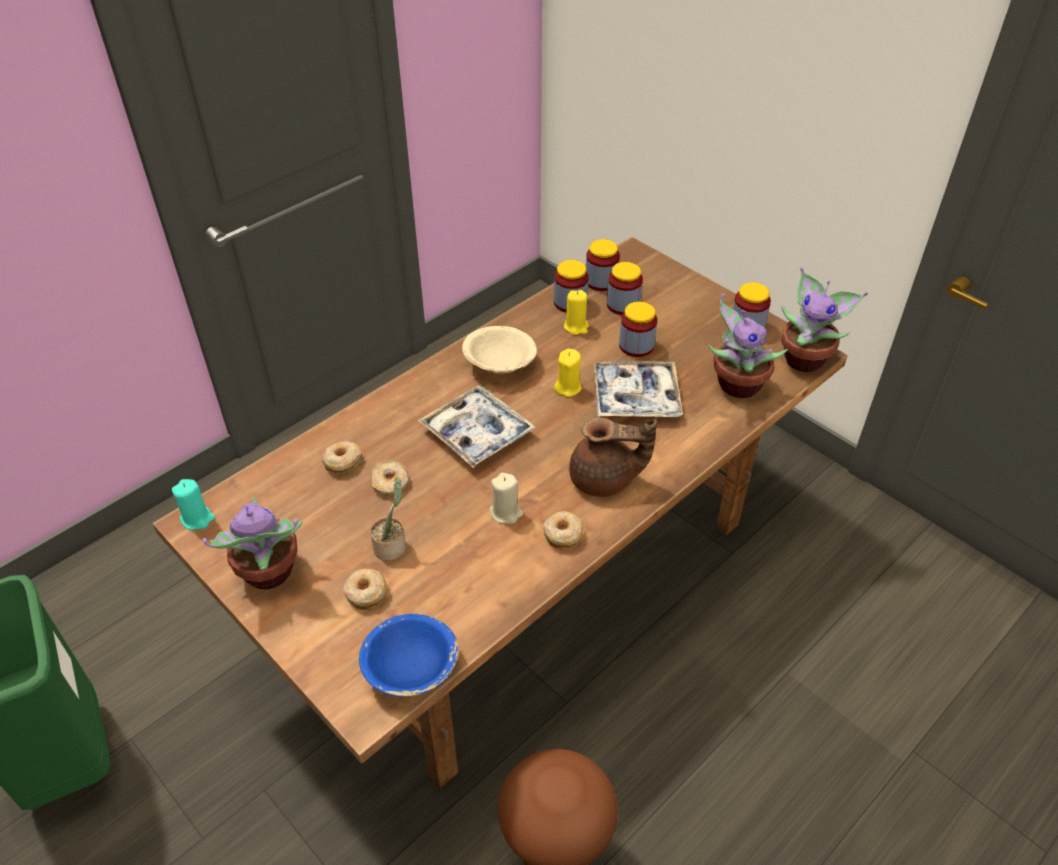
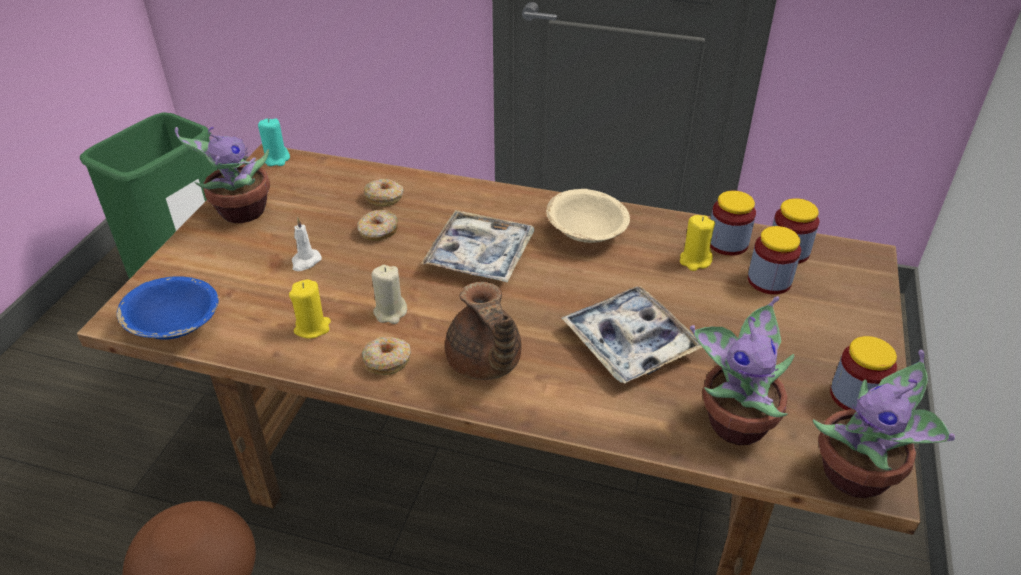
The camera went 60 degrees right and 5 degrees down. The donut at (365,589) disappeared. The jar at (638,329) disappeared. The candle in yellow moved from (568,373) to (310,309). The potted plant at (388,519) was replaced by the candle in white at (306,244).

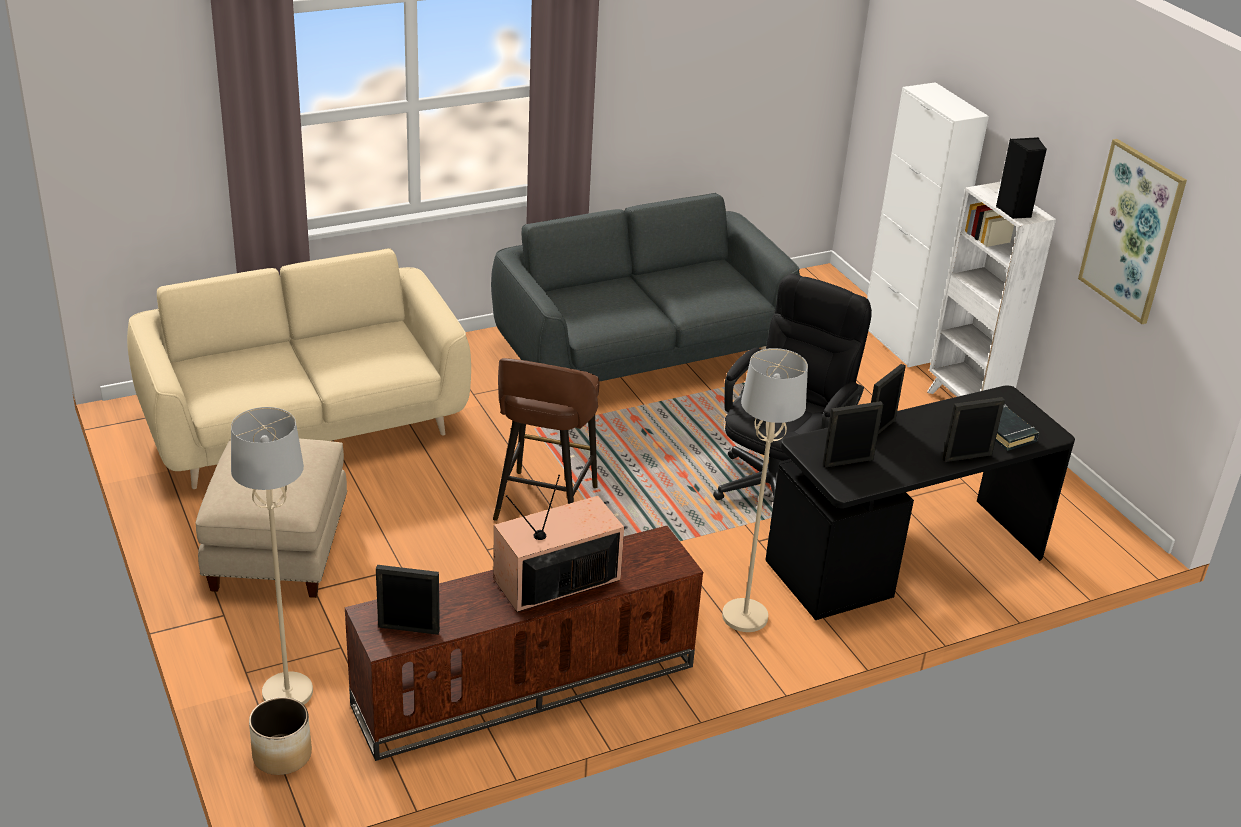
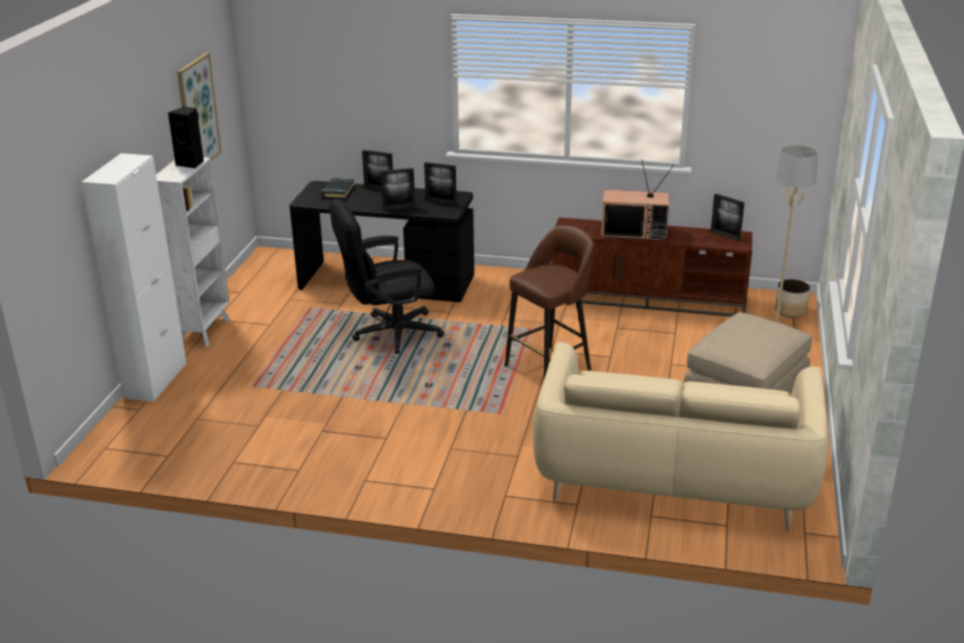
The camera went 140 degrees left and 5 degrees down. The sofa in grey at (645,287) disappeared. The floor lamp in beige at (765,490) disappeared.

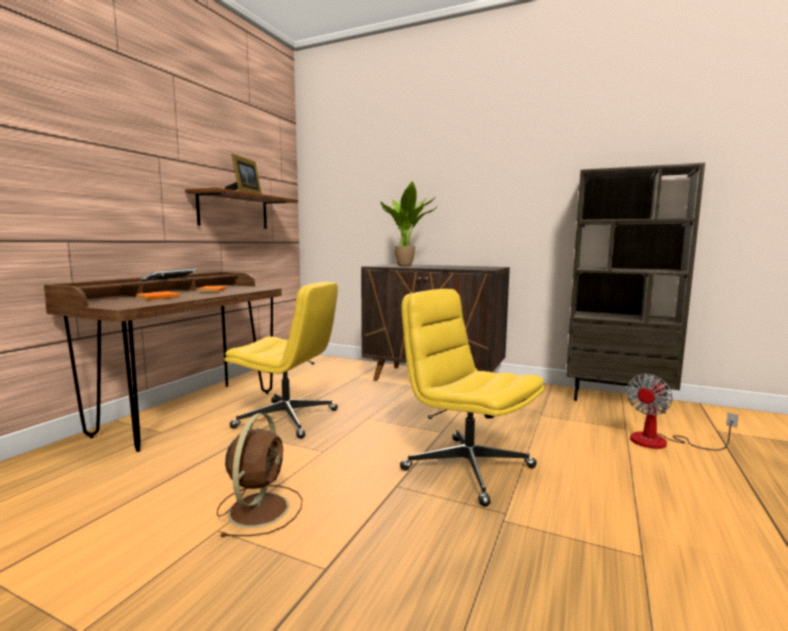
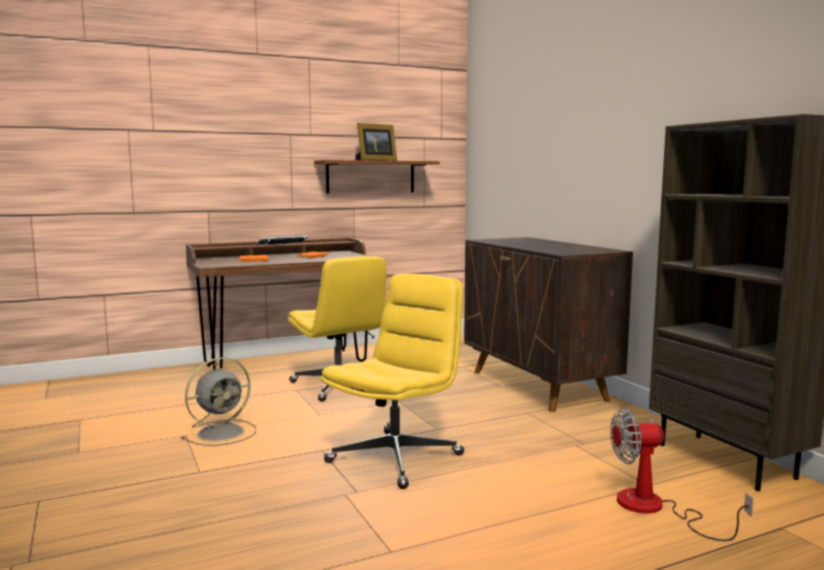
The camera went 40 degrees right and 0 degrees up. The potted plant at (408,224) disappeared. The fan in brown at (259,475) became the fan in grey at (218,402). The office chair in yellow at (472,398) turned 45 degrees clockwise.

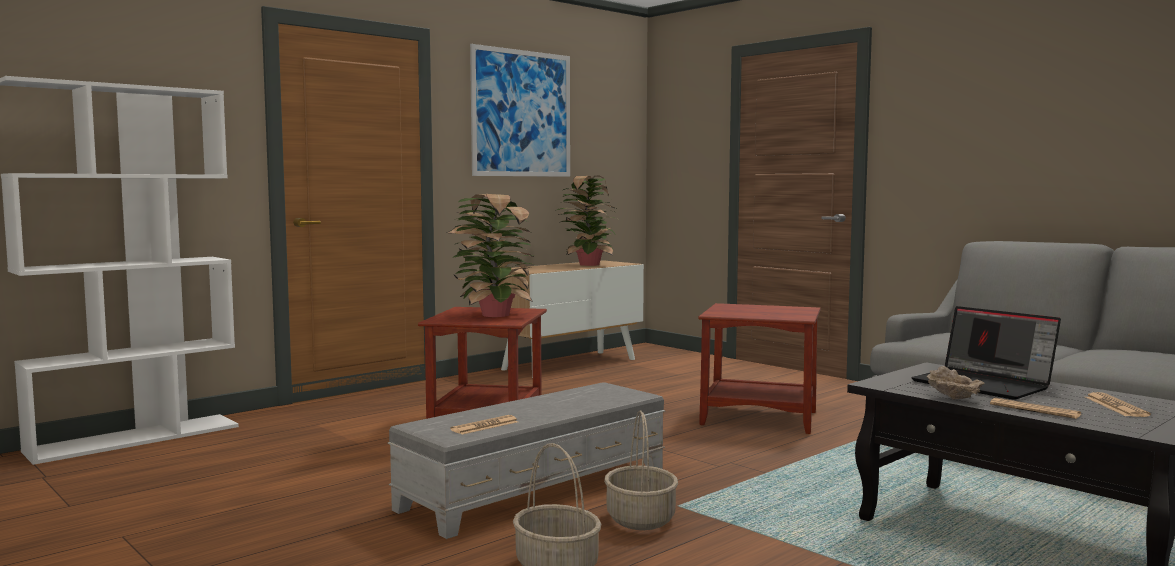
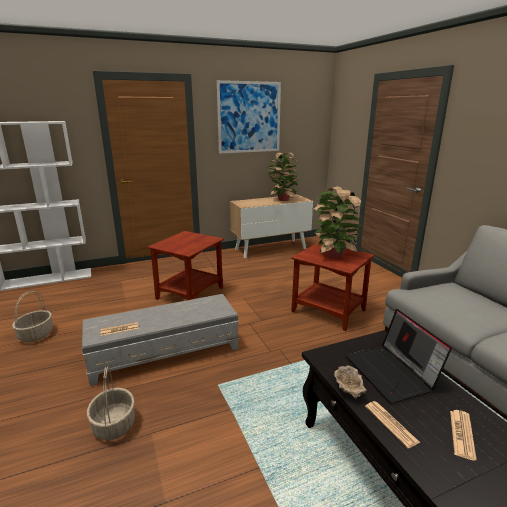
The camera went 20 degrees right and 15 degrees up. The potted plant moved from (490,255) to (337,222). The basket moved from (641,470) to (32,316).

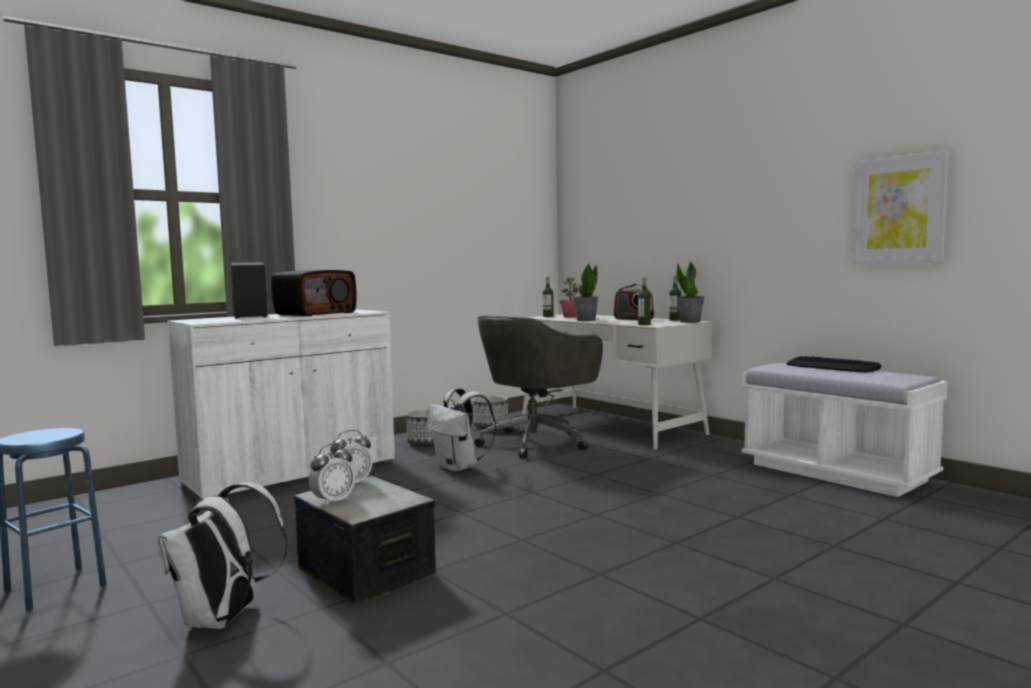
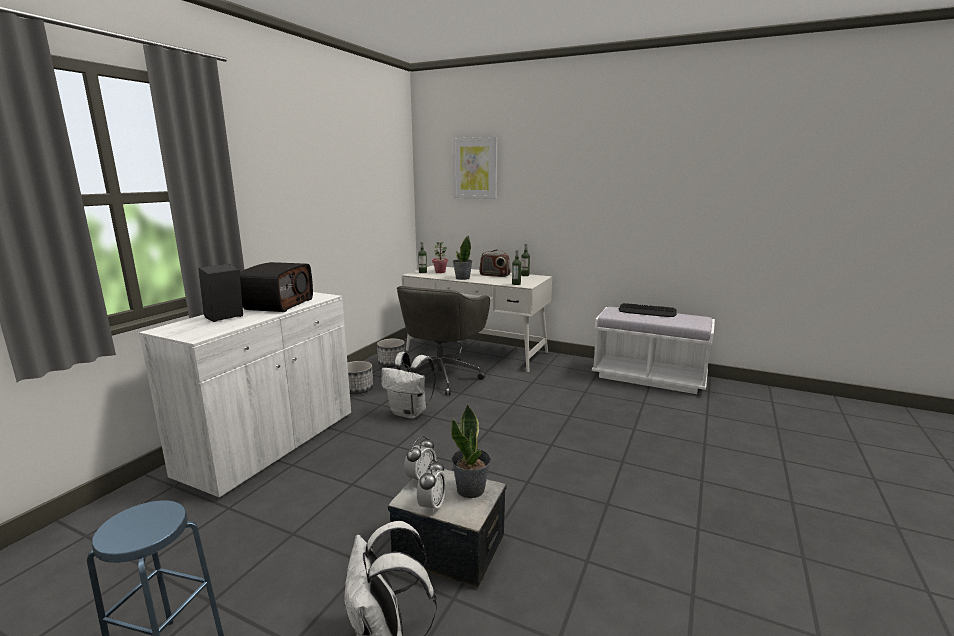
The camera went 25 degrees left and 10 degrees up. The potted plant moved from (690,292) to (471,451). The picture moved from (900,207) to (475,168).

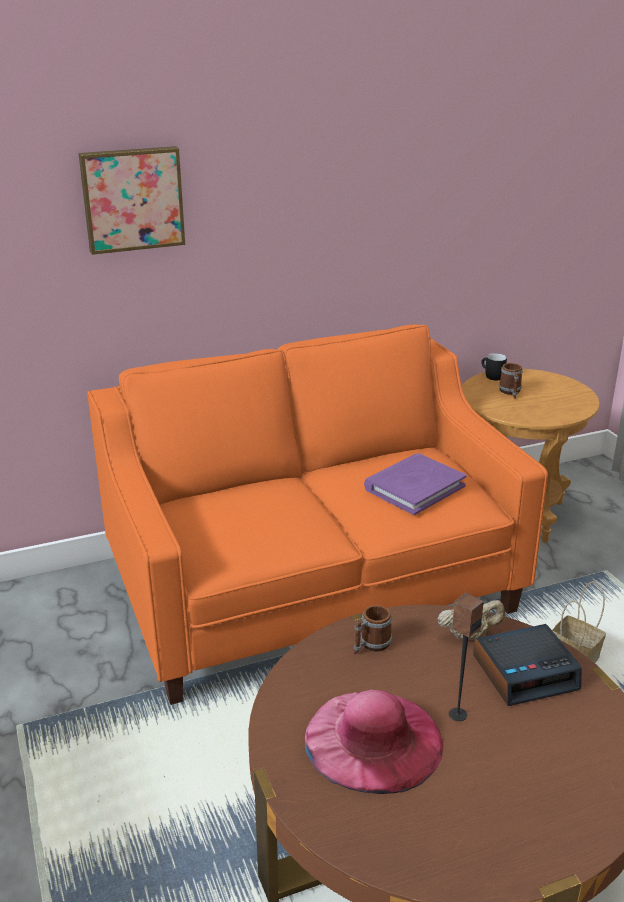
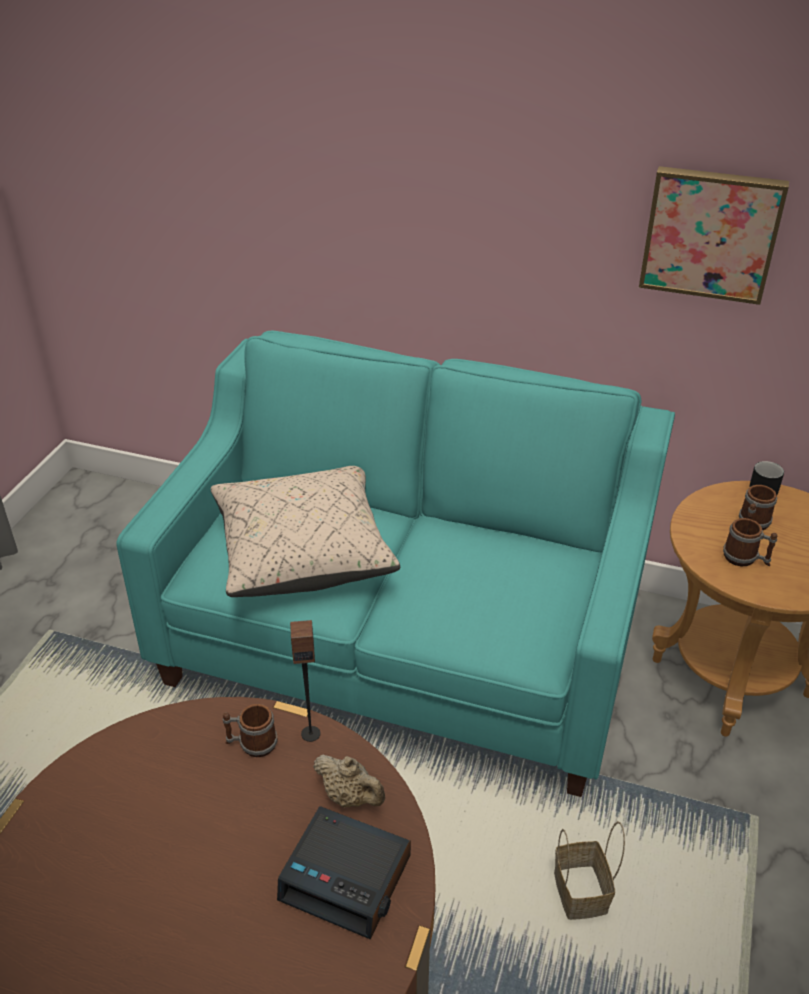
The camera went 40 degrees right and 10 degrees up. The hat in pink at (374,742) disappeared. The book in purple at (415,484) disappeared. The pillow in beige at (305,531) appeared. The mug at (750,542) appeared. The picture moved from (132,200) to (714,235). The speaker moved from (466,657) to (305,681). The sofa in orange at (317,515) became the sofa in turquoise at (396,564).

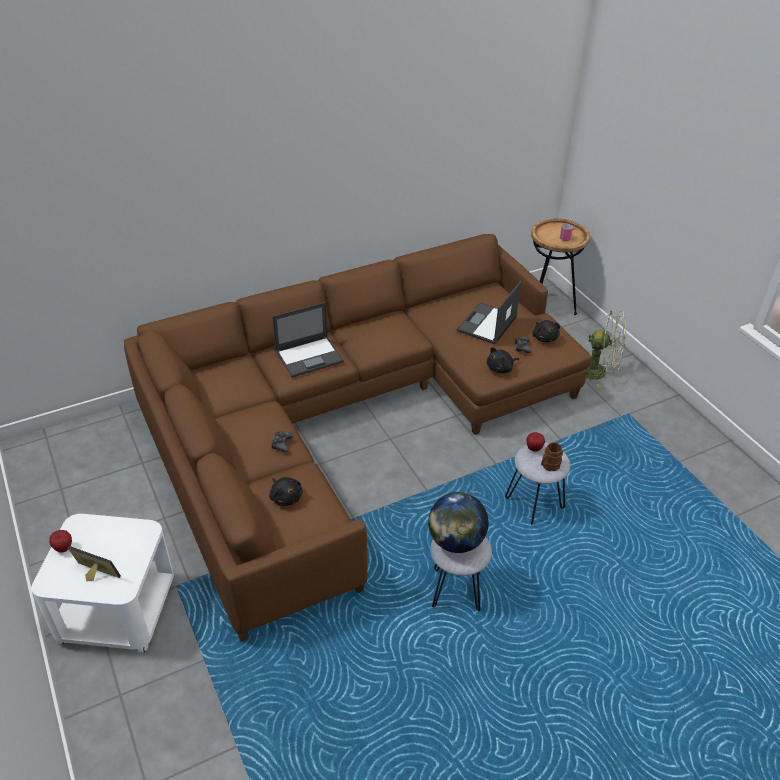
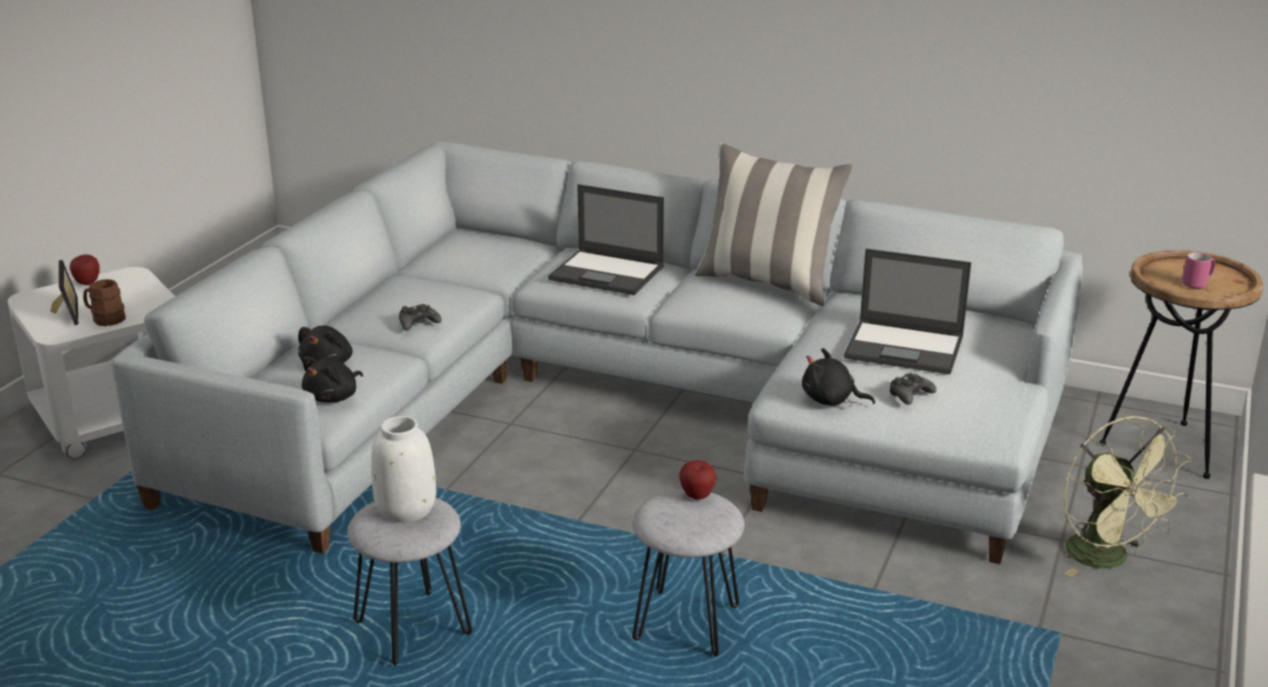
The camera went 50 degrees right and 15 degrees down. The pillow at (773,224) appeared. The plush toy in black moved from (546,331) to (332,379). The mug in brown moved from (552,456) to (104,302). The globe at (458,522) was replaced by the vase in white at (403,469). The sofa in brown at (357,438) became the sofa in grey at (597,352). The laptop at (489,312) turned 150 degrees counterclockwise.

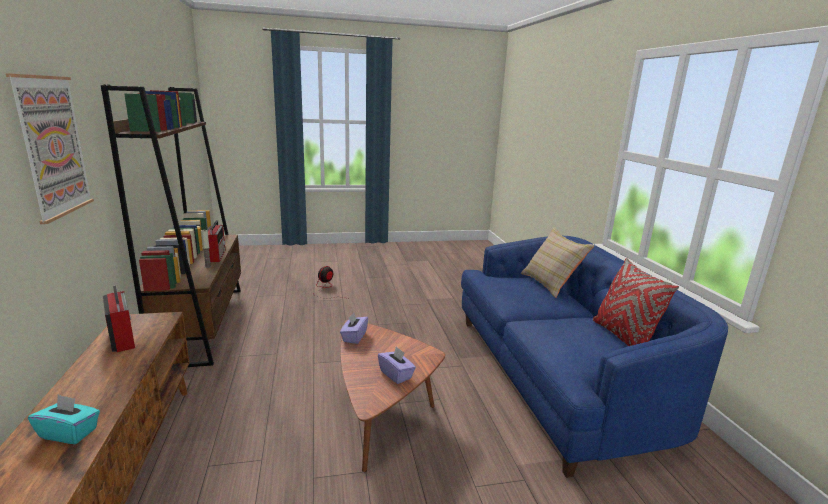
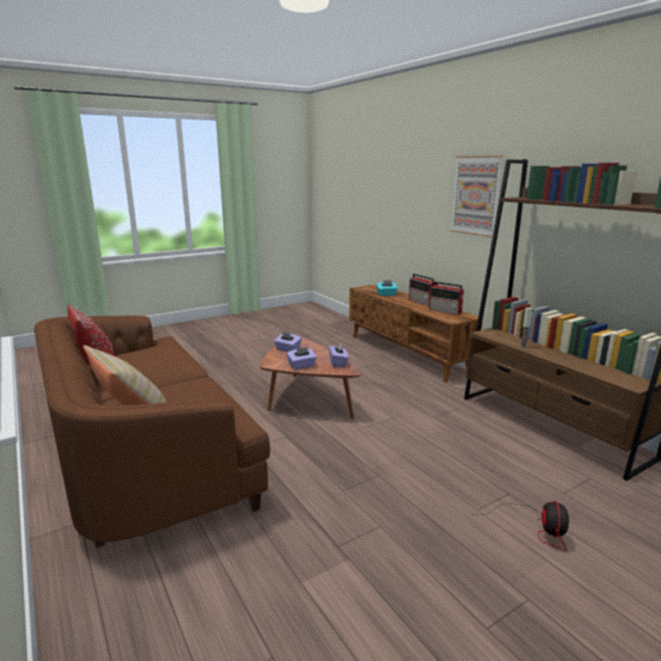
The camera went 160 degrees right and 0 degrees up. The tissue box in purple at (302,358) appeared. The radio moved from (216,241) to (423,290). The sofa in blue at (594,357) became the sofa in brown at (152,432).

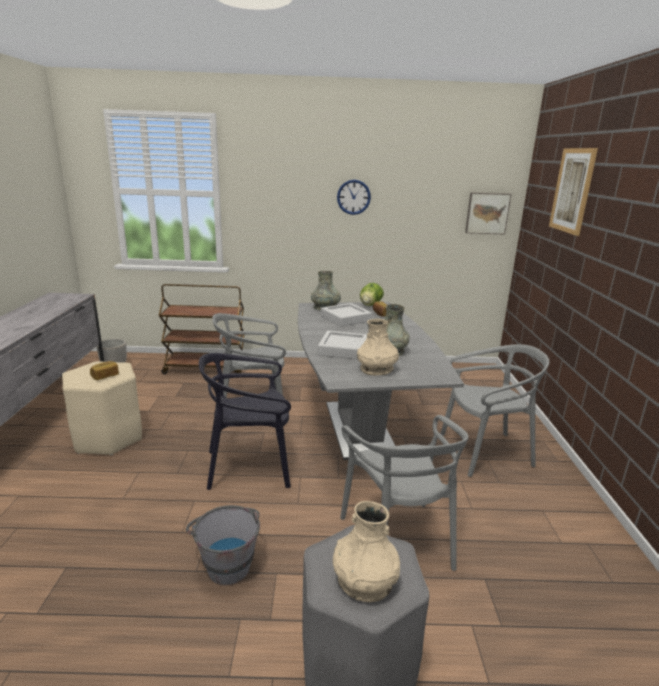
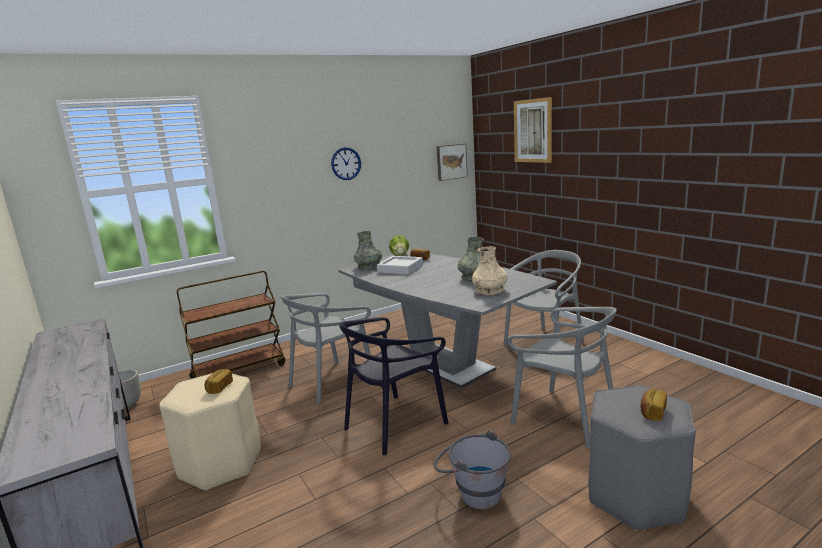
The camera went 30 degrees left and 5 degrees down. The tray in grey at (342,345) disappeared. The vase in beige at (366,551) was replaced by the bread at (653,405).

